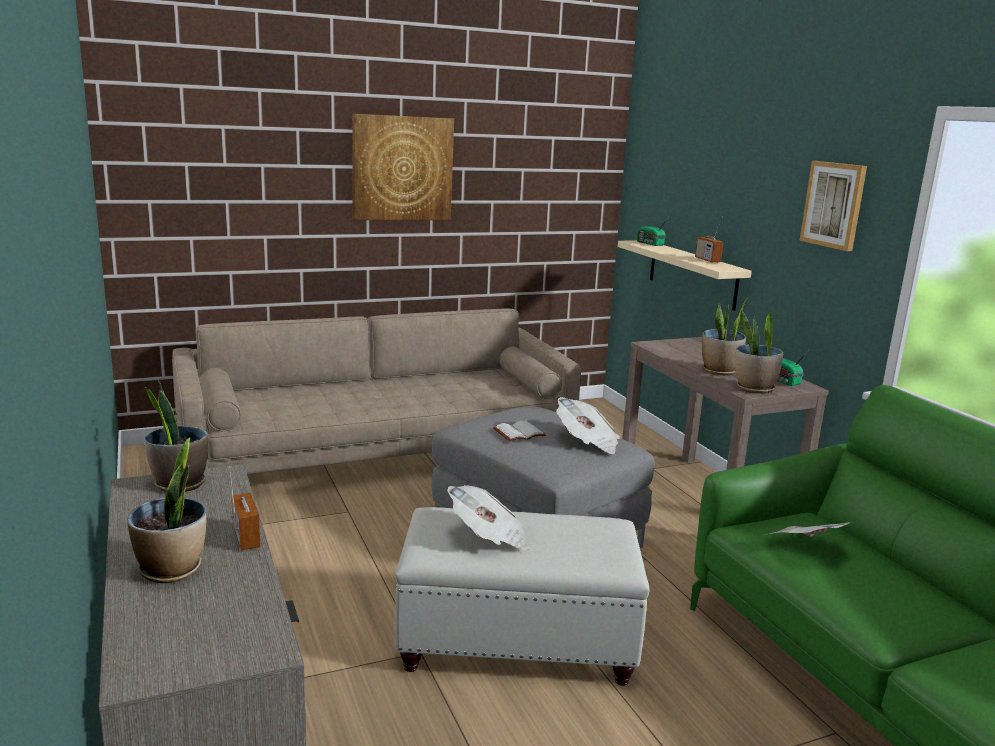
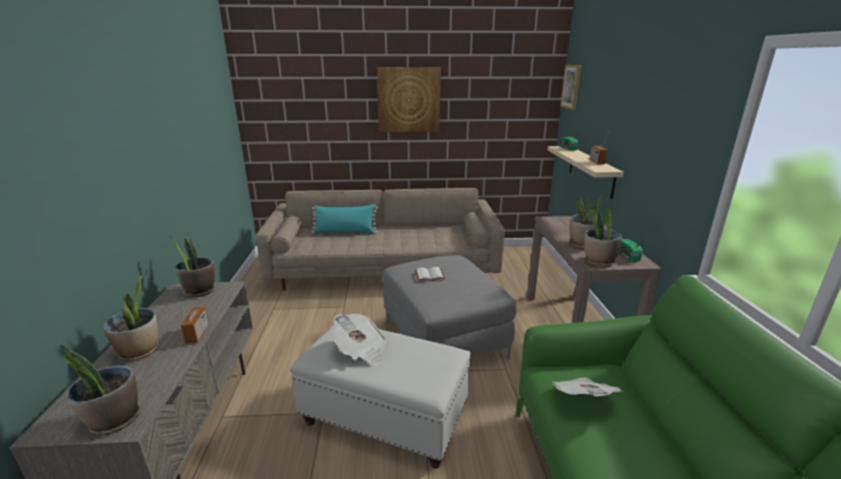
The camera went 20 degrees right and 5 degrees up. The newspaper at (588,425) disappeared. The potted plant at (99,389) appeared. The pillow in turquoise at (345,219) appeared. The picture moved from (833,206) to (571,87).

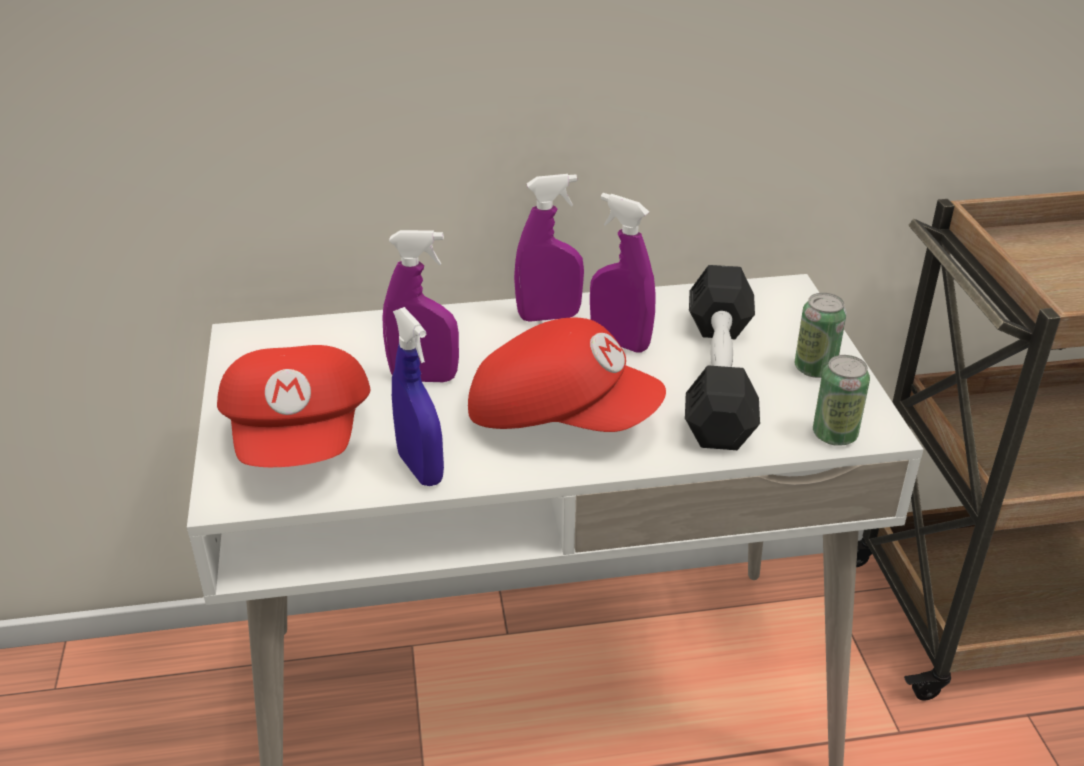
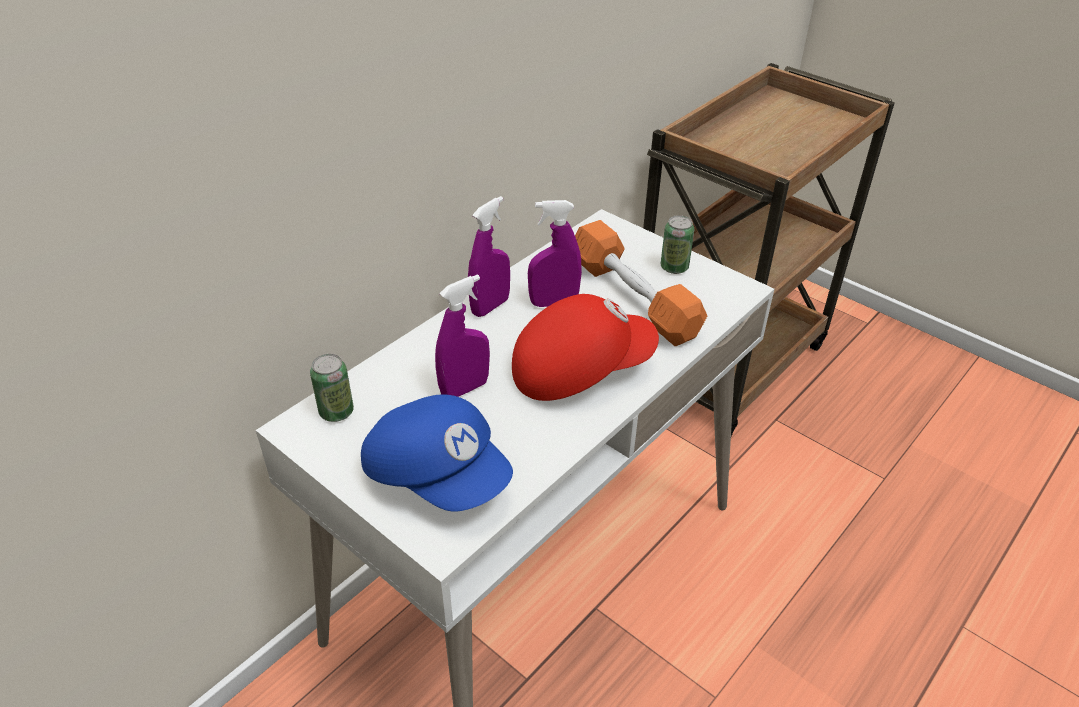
The camera went 40 degrees left and 5 degrees up. The spray bottle in blue at (418,396) disappeared. The can moved from (841,400) to (332,388). The cap in red at (294,406) became the cap in blue at (437,453). The dumbbell in black at (722,357) became the dumbbell in orange at (641,283).

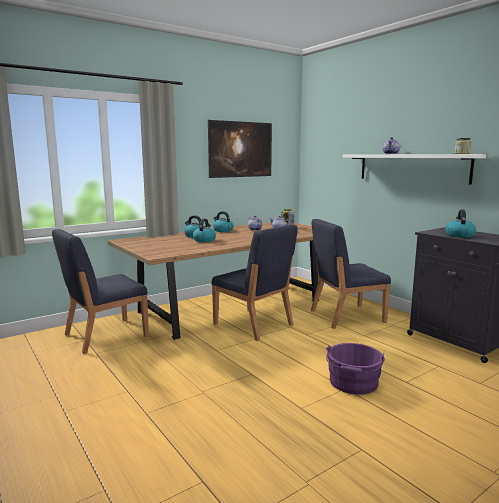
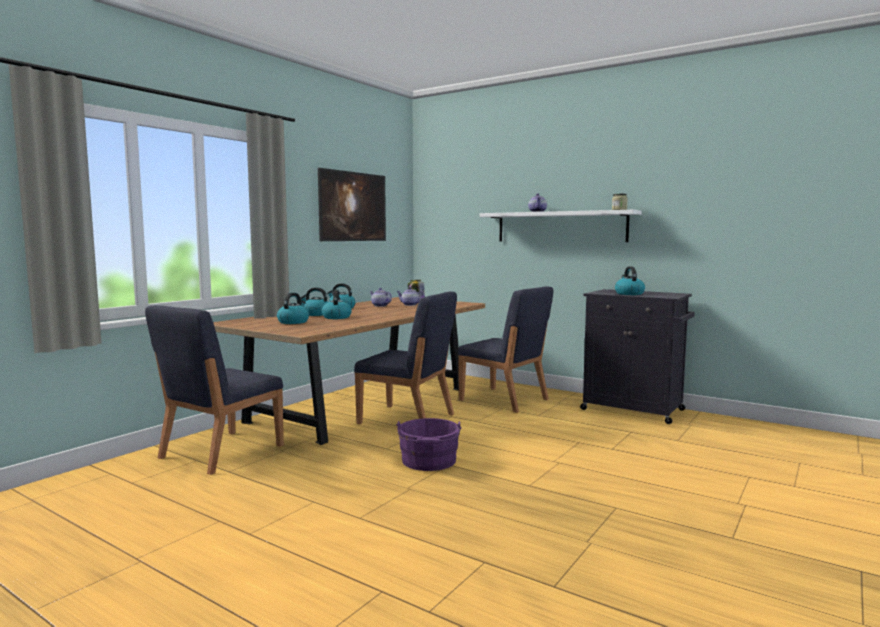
The camera went 20 degrees left and 5 degrees down. The kettle at (293,308) appeared. The bucket in purple moved from (355,369) to (428,444). The chair in blue at (351,274) turned 105 degrees counterclockwise.

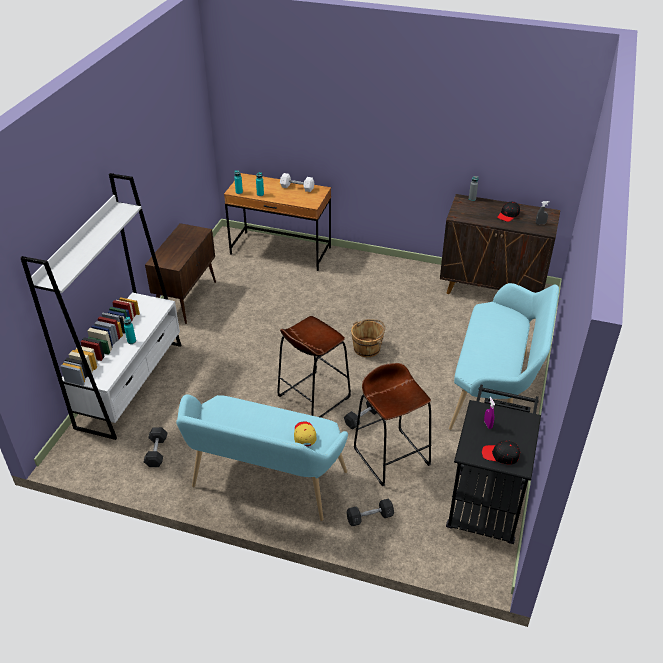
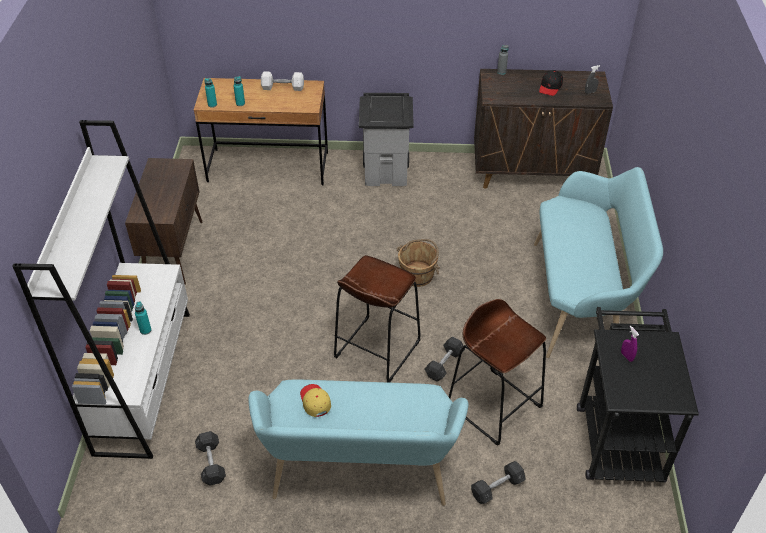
The camera went 15 degrees left and 5 degrees up. The cap in black at (501,452) disappeared. The trash can in grey at (386,139) appeared. The cap in yellow moved from (305,433) to (315,400).

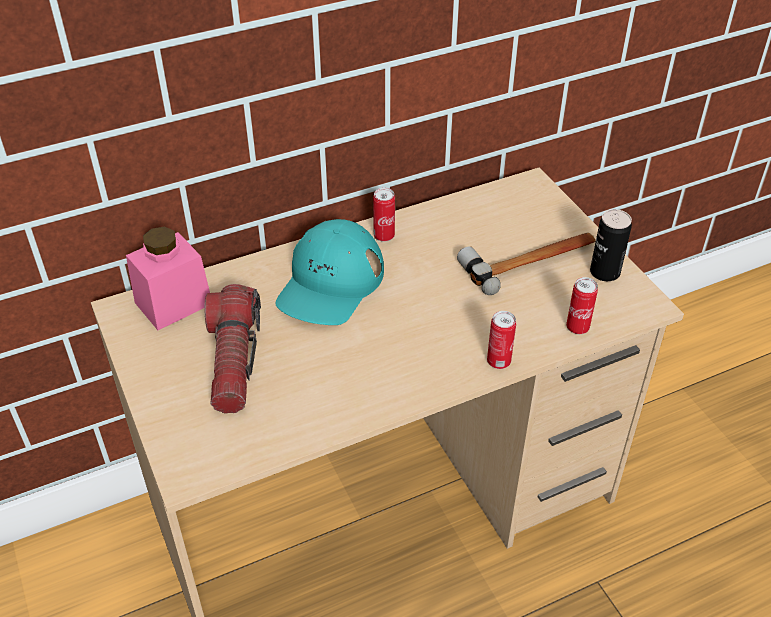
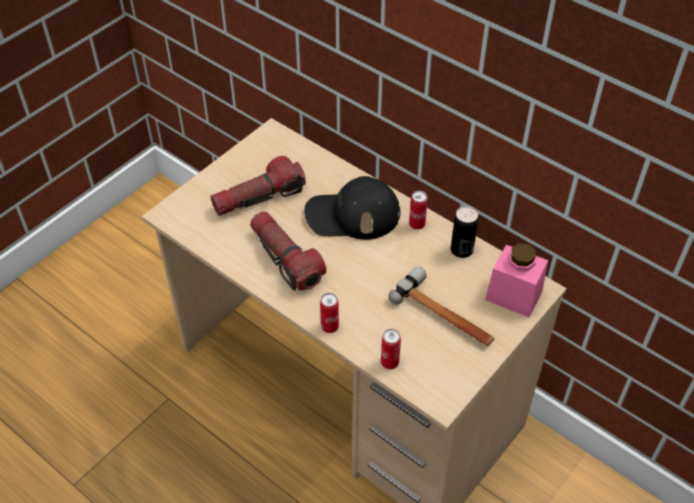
The camera went 65 degrees right and 5 degrees up. The flashlight at (288,251) appeared. The jar in pink moved from (168,278) to (516,280). The can moved from (611,245) to (465,232). The cap in turquoise at (329,272) became the cap in black at (352,208).

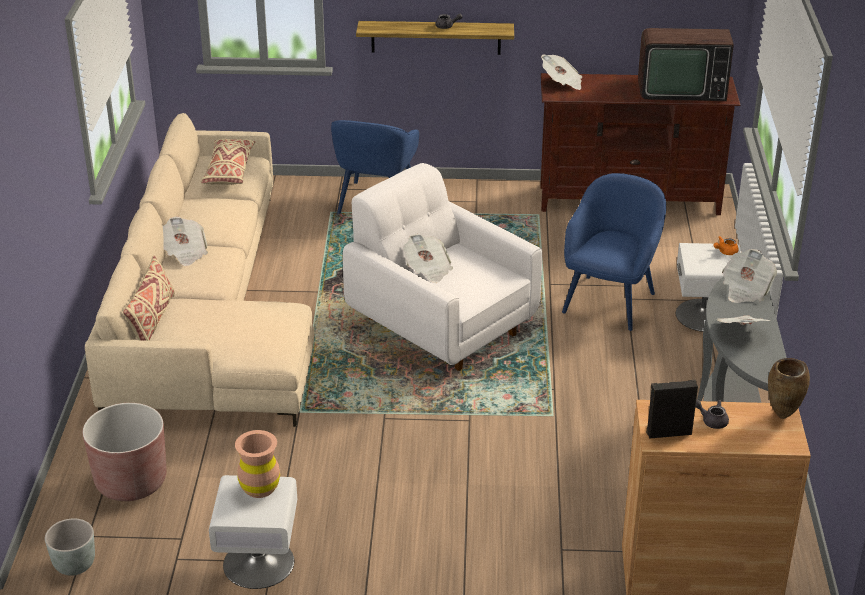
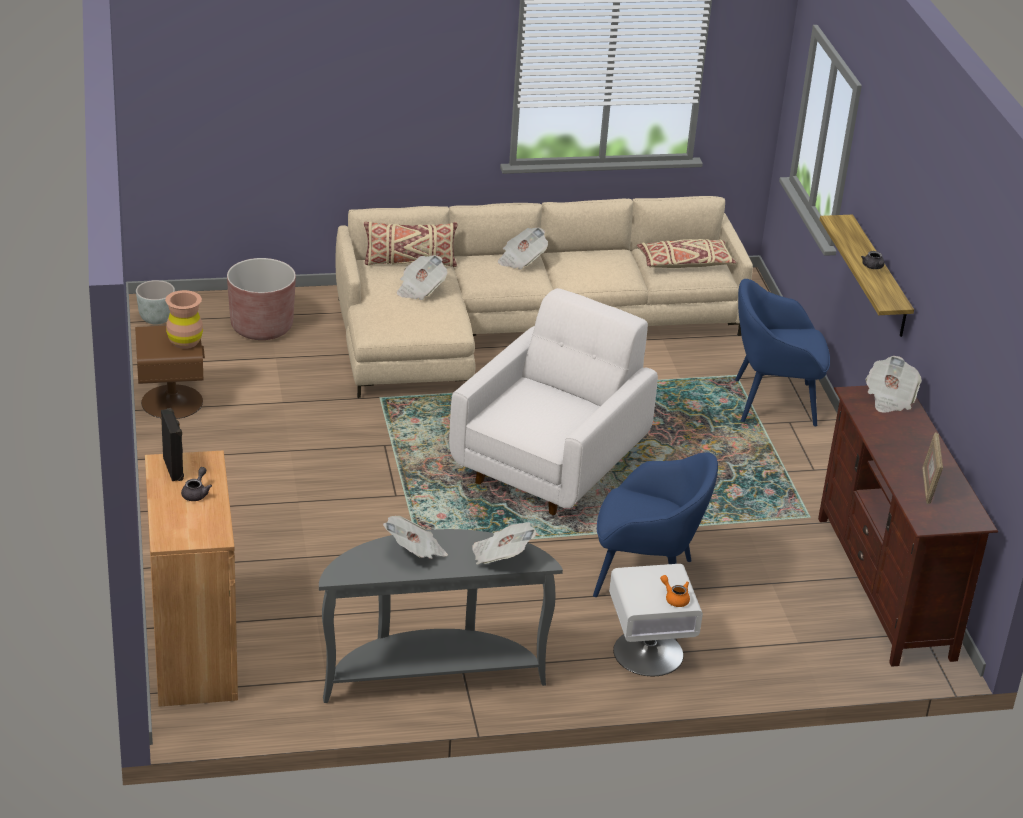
The camera went 75 degrees right and 0 degrees up. The vase in brown at (789,388) disappeared. The newspaper moved from (428,258) to (421,277). The television at (686,64) was replaced by the picture frame at (932,468). The nightstand in white at (253,532) became the nightstand in brown at (170,372).

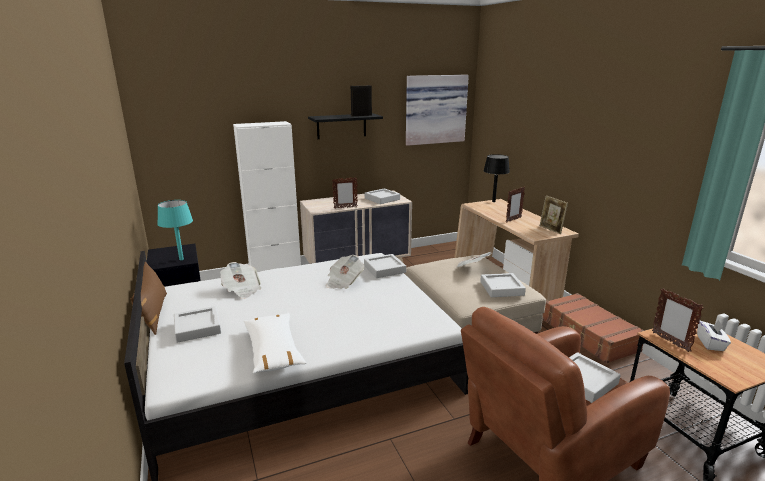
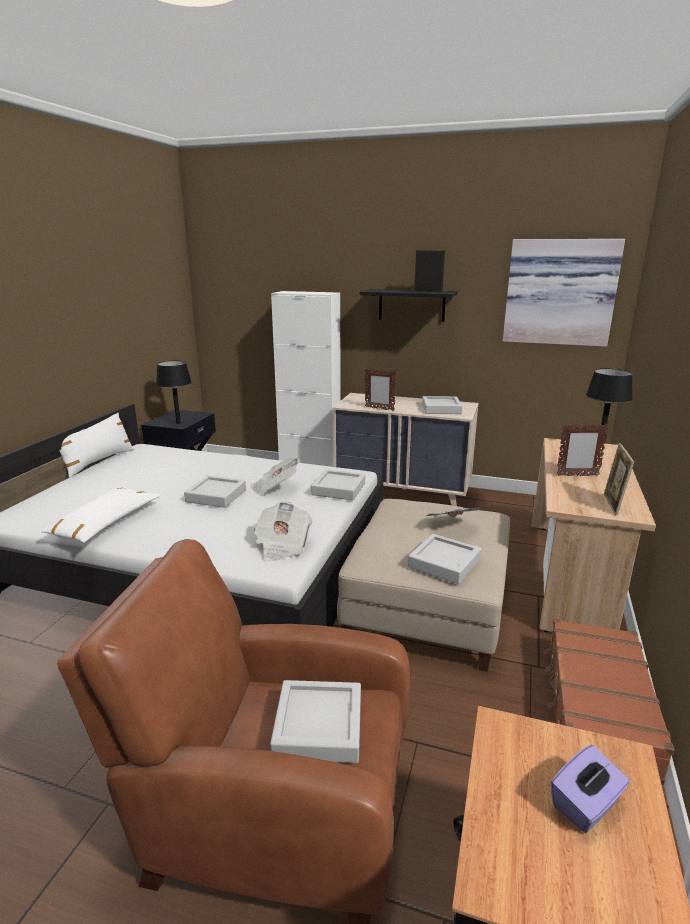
The camera went 40 degrees right and 0 degrees up. The picture frame at (678,320) disappeared. The tray in grey moved from (197,324) to (215,491). The newspaper moved from (240,280) to (283,531). The pillow in brown at (149,298) became the pillow in white at (96,445). The table lamp in turquoise at (175,230) became the table lamp in black at (174,392). The tissue box in white at (714,335) became the tissue box in purple at (590,789).

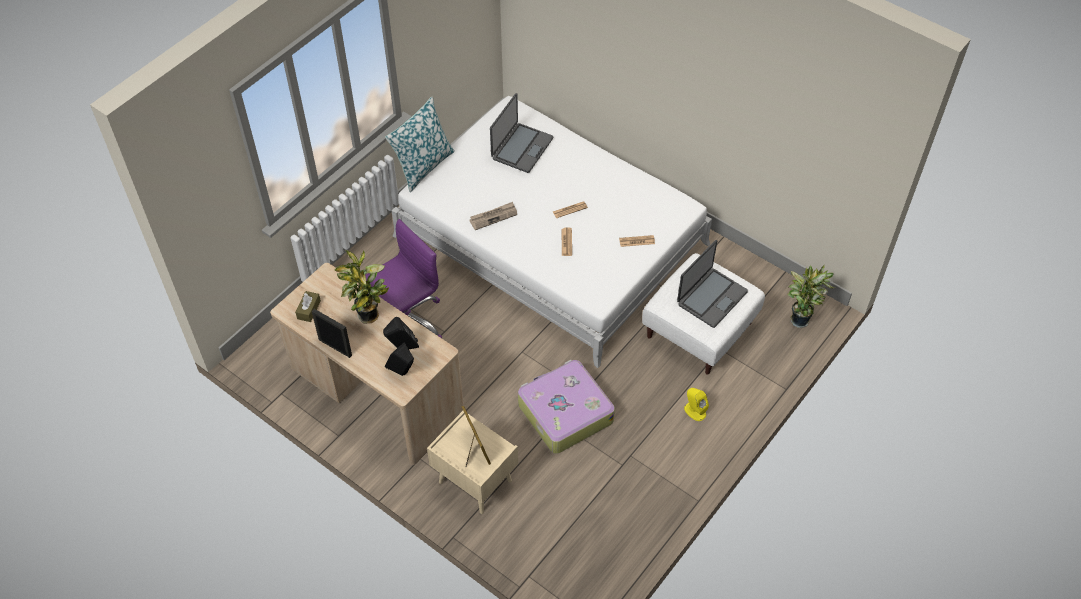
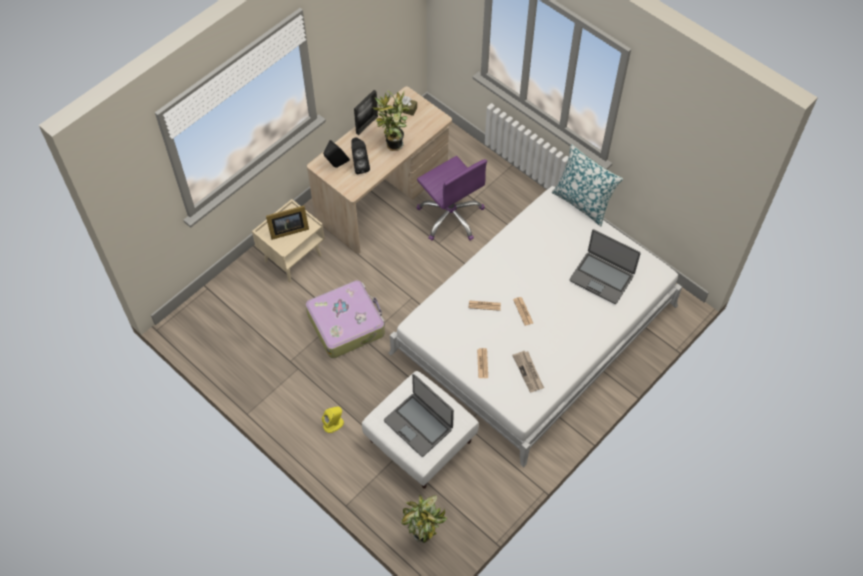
The camera went 95 degrees right and 5 degrees up. The newspaper moved from (493,216) to (528,372).

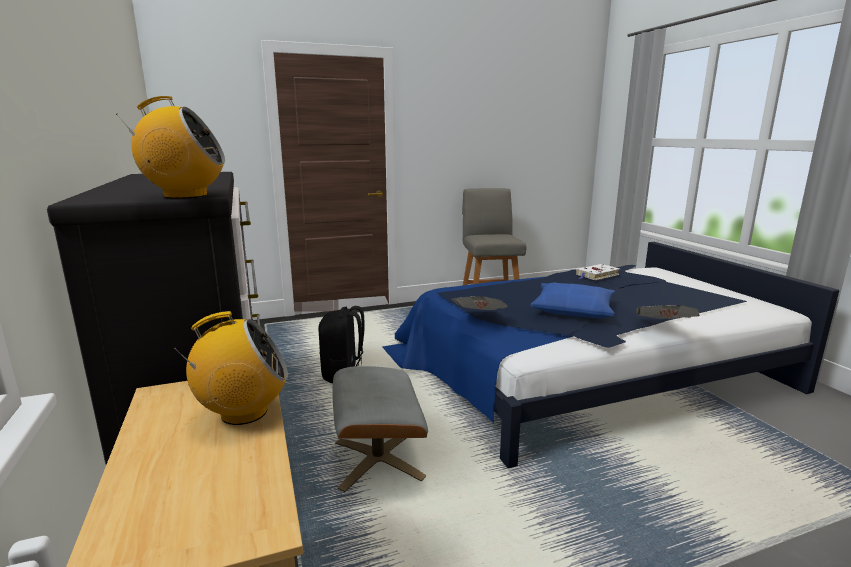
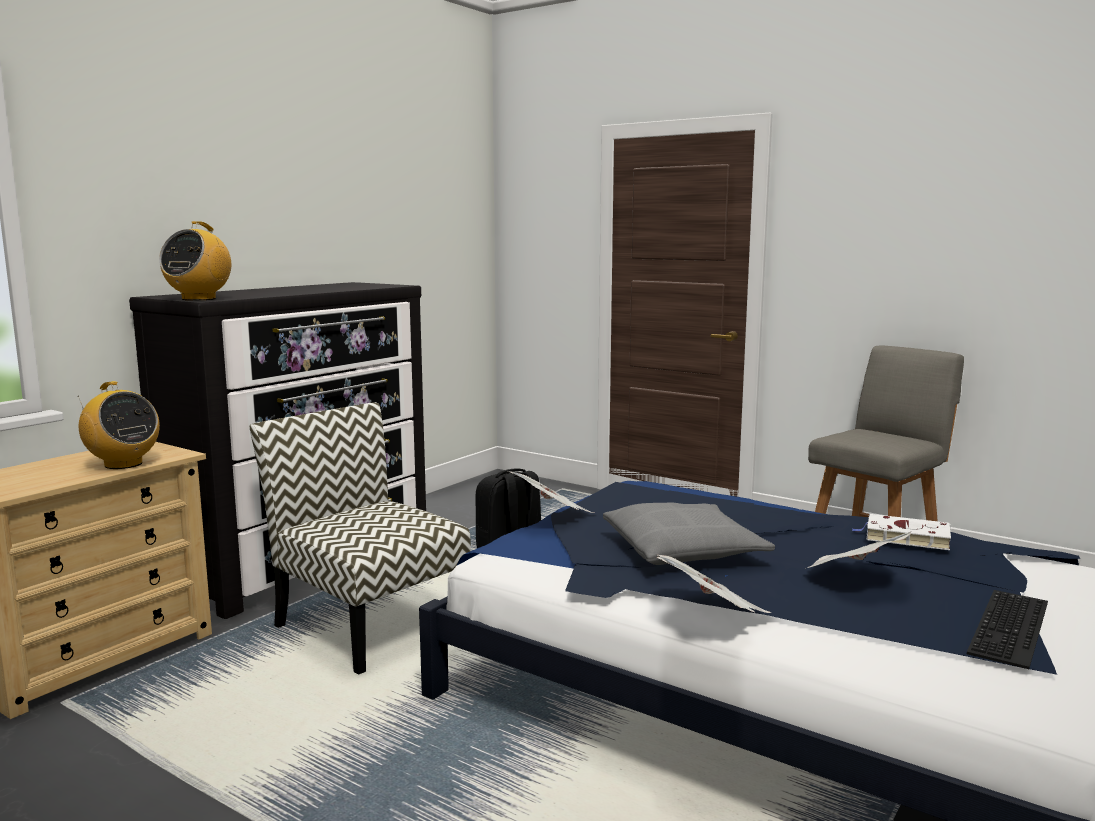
The camera went 55 degrees right and 5 degrees down. The newspaper at (858,550) appeared. The keyboard at (1007,629) appeared. The ottoman in grey at (380,429) was replaced by the chair at (360,538). The pillow in blue at (573,300) became the pillow in grey at (689,534). The radio at (170,147) turned 60 degrees clockwise.

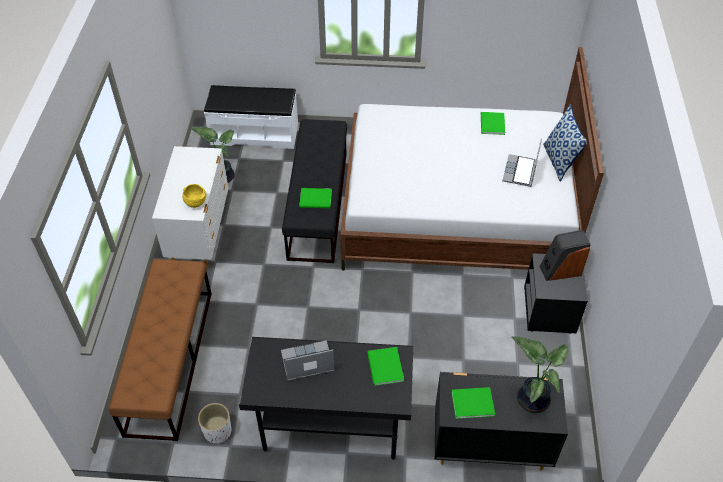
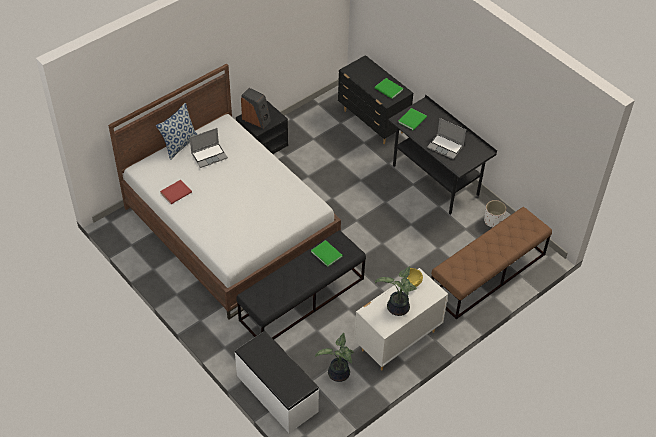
The camera went 135 degrees left and 0 degrees up. The potted plant moved from (539,374) to (396,291). The book in green at (493,123) became the book in red at (176,192).

